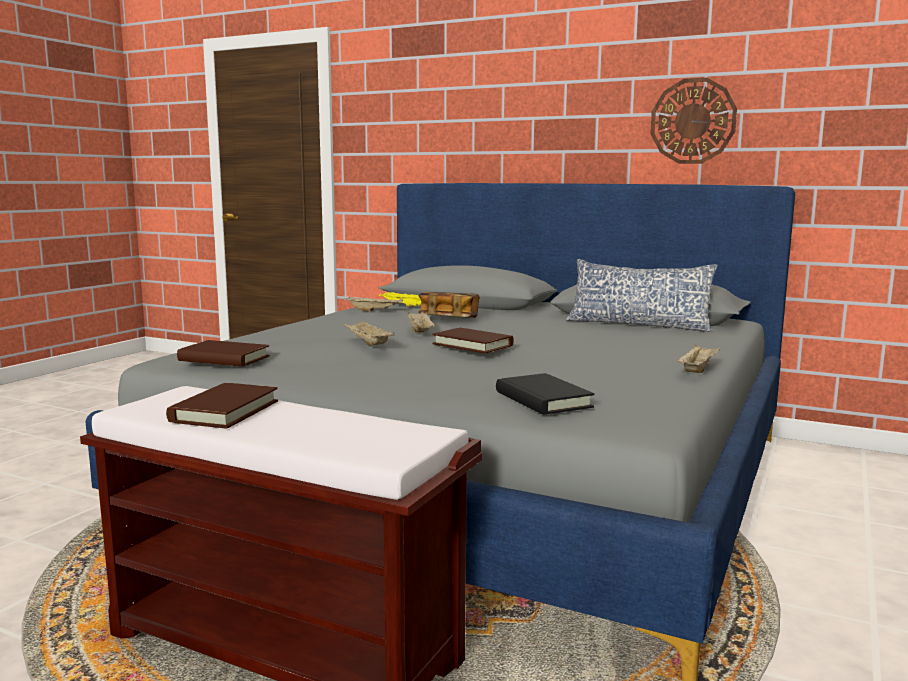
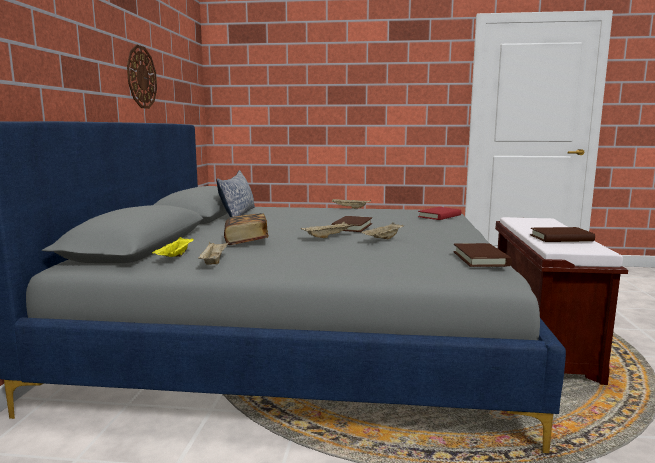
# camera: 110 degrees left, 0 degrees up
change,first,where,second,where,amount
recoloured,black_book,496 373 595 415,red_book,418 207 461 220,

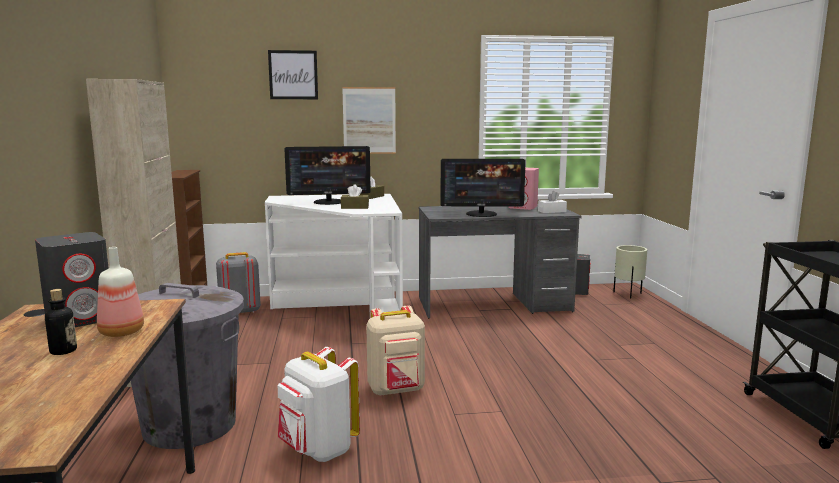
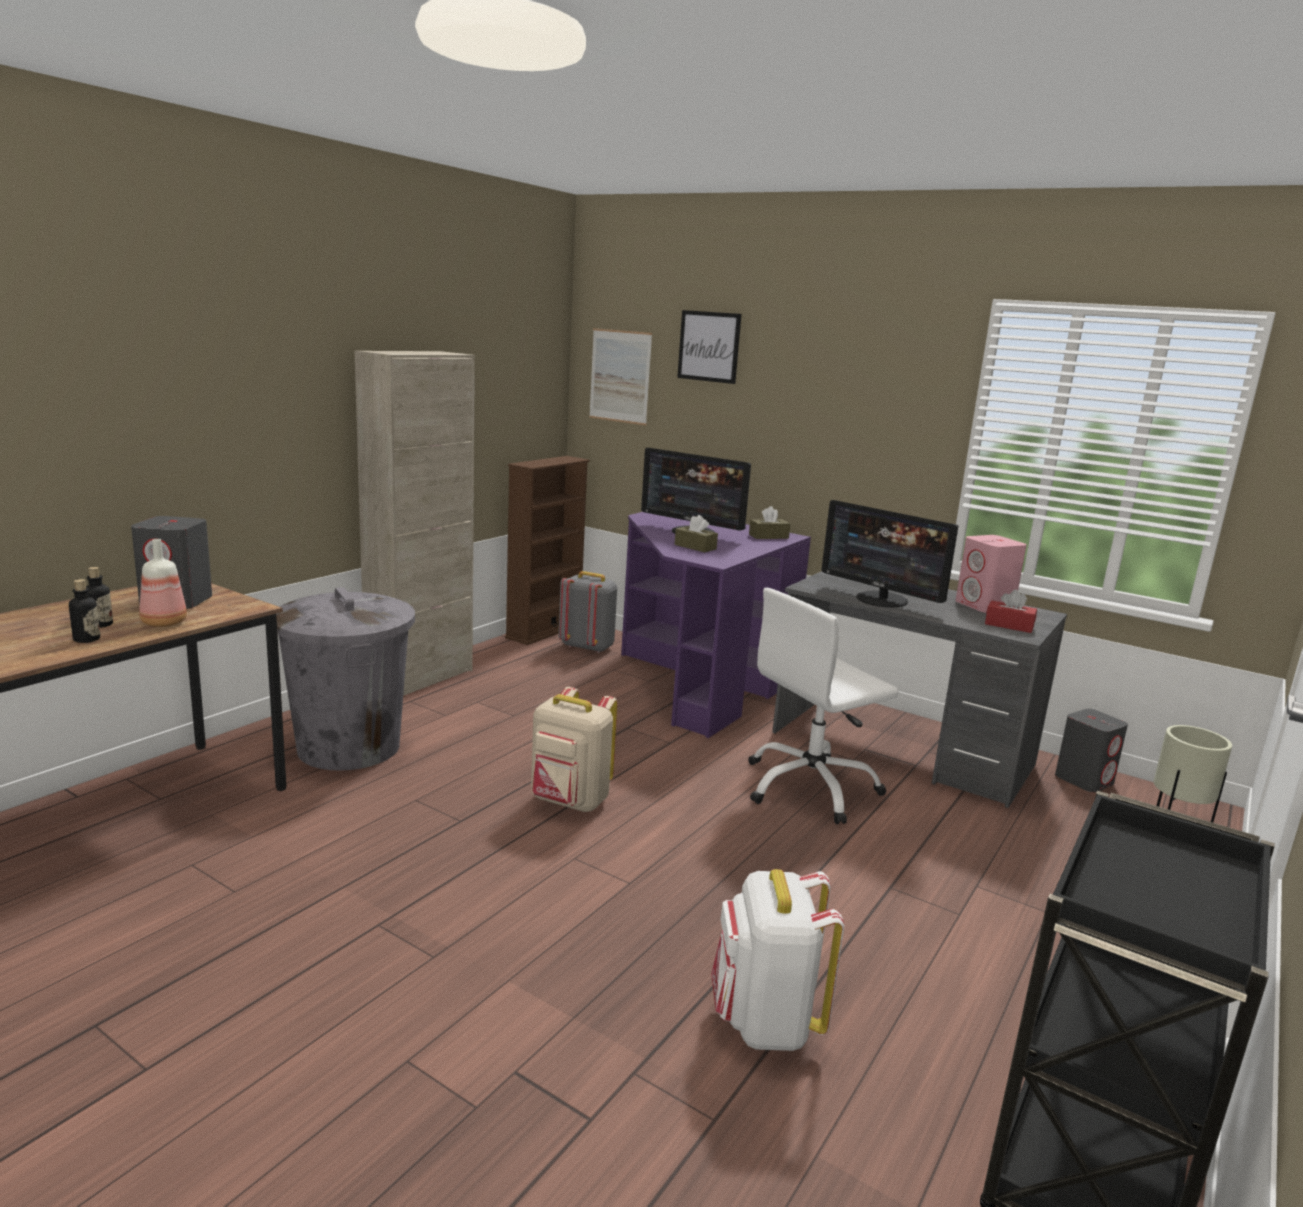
# camera: 40 degrees right, 5 degrees up
change,first,where,second,where,amount
recoloured,white_desk,265 194 403 313,purple_desk,621 512 811 738,
moved,white_backpack,278 347 360 462,,711 869 844 1051,
moved,picture,342 87 396 154,,589 328 652 425,
recoloured,white_tissue_box,538 191 567 213,red_tissue_box,985 590 1037 633,
added,,,bottle,69 579 100 643,
added,,,white_office_chair,748 588 899 824,

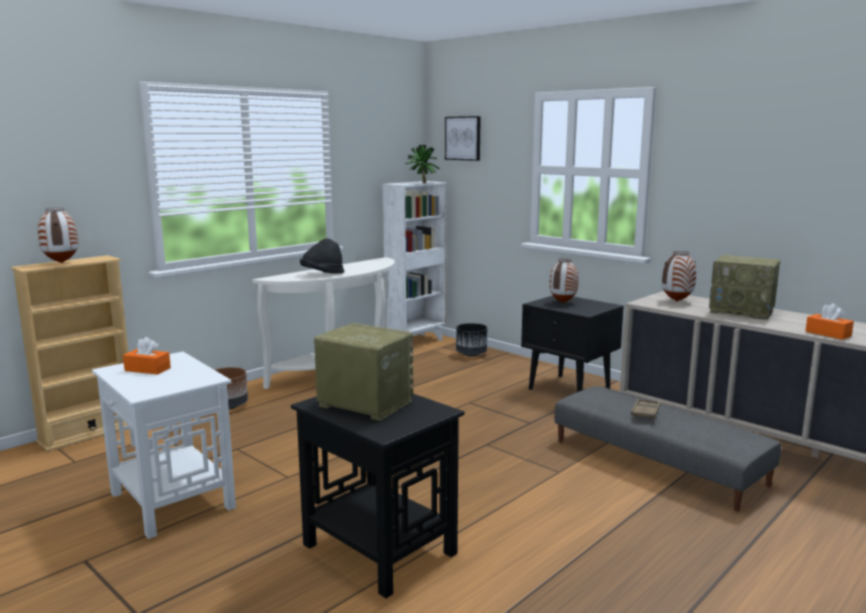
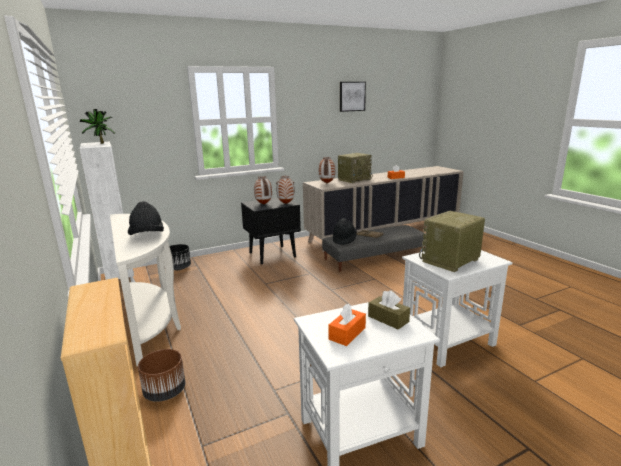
# camera: 70 degrees left, 5 degrees up
change,first,where,second,where,amount
moved,vase,38 208 79 263,,276 176 295 204,
recoloured,black_side_table,291 394 465 598,white_side_table,402 250 512 368,
moved,picture,445 116 481 161,,340 82 366 112,
added,,,black_hat,333 218 357 245,
added,,,brown_tissue_box,368 290 410 330,

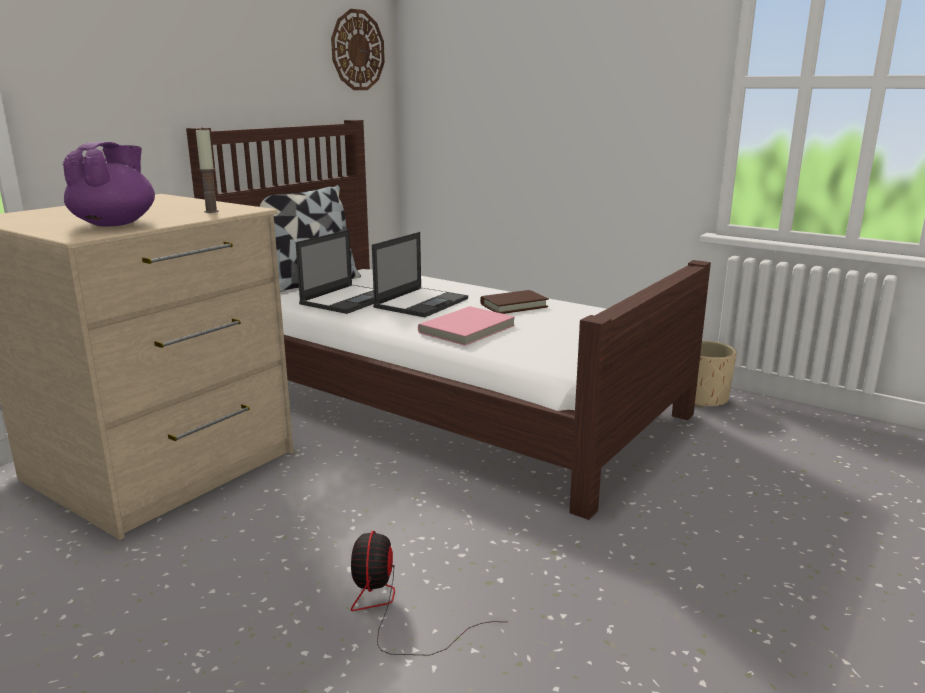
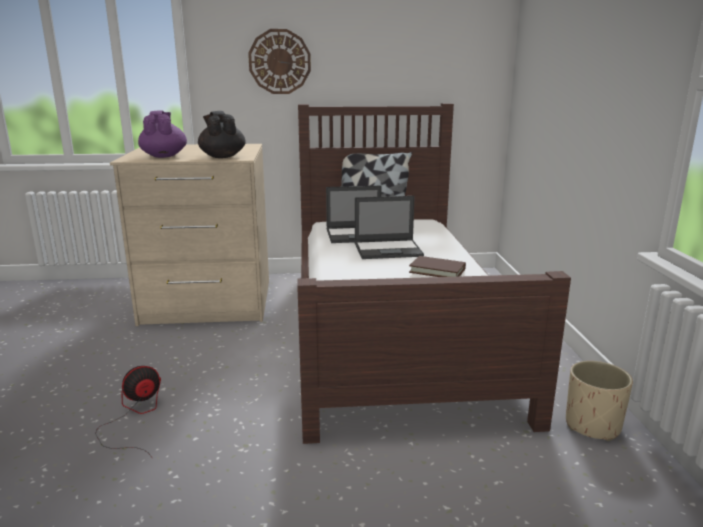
# camera: 50 degrees right, 0 degrees up
change,first,where,second,where,amount
turned,purple_teapot,62 142 155 227,,138 110 187 158,75 degrees counterclockwise
replaced,candle,196 128 219 213,black_teapot,198 111 246 158,
moved,wall_clock,331 9 385 90,,248 29 311 94,
removed,pink_book,418 306 515 346,,,

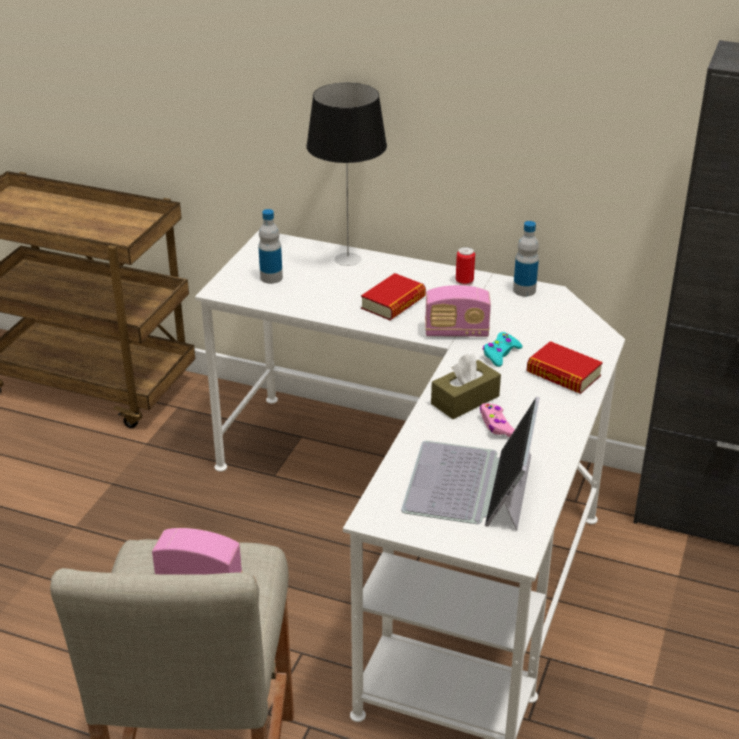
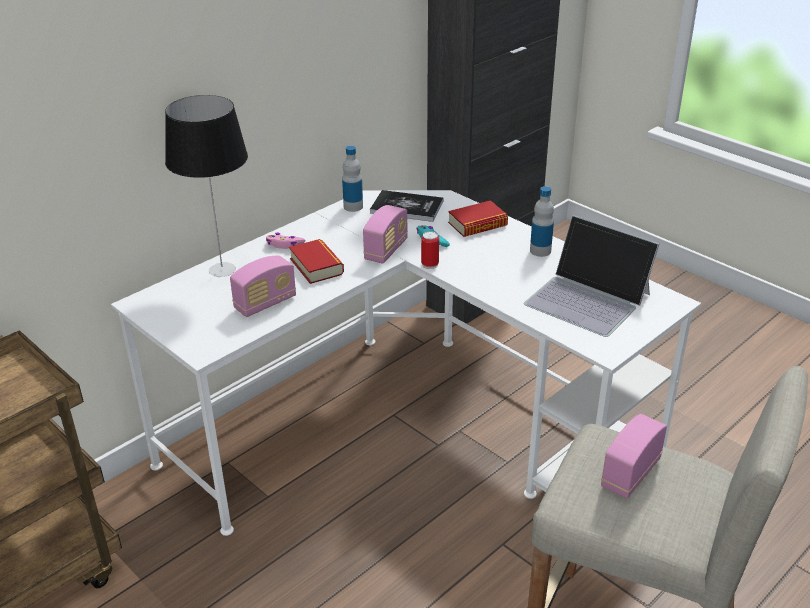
# camera: 65 degrees left, 0 degrees up
change,first,where,second,where,amount
moved,bottle,258 209 283 284,,530 186 554 257,
removed,brown_tissue_box,431 353 501 419,,,
moved,can,456 247 475 286,,421 231 439 269,
moved,pink_game_controller,480 403 515 437,,266 232 305 249,
added,,,radio,230 256 296 317,
added,,,book,370 190 443 222,

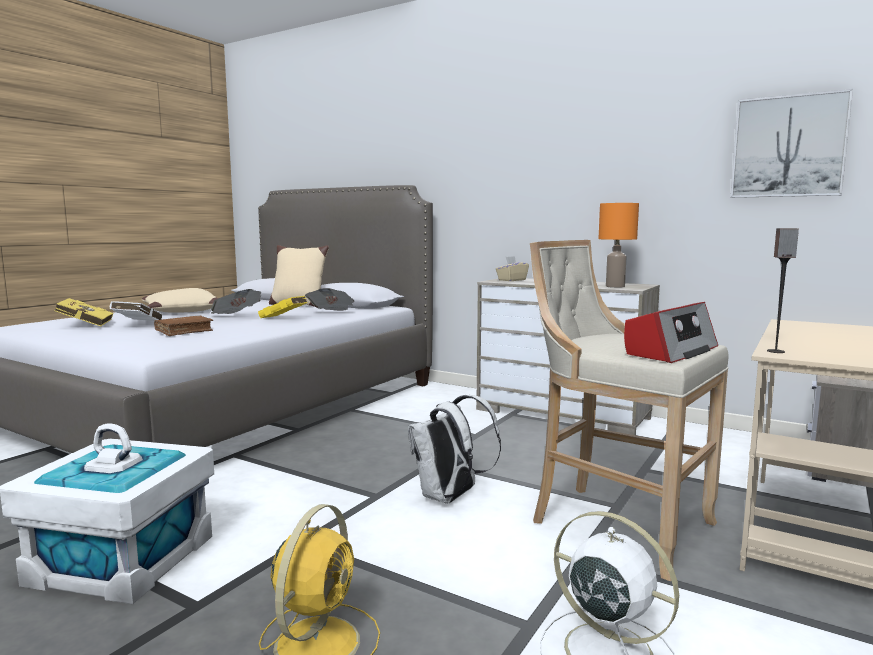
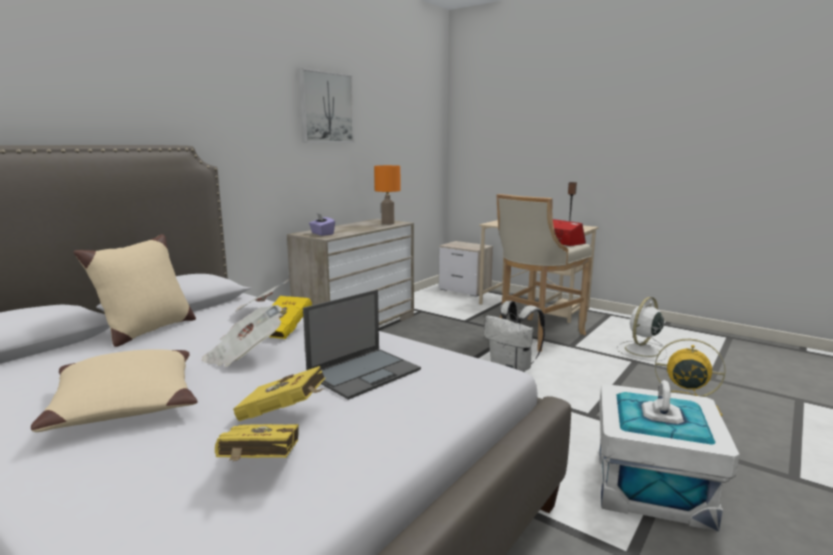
# camera: 85 degrees left, 5 degrees up
change,first,where,second,where,amount
recoloured,white_book,110 301 162 321,yellow_book,233 366 326 421,
replaced,brown_book,154 315 213 336,laptop,303 290 421 400,
recoloured,beige_tissue_box,496 256 529 281,purple_tissue_box,309 214 335 236,
moved,picture,730 89 853 198,,299 68 355 143,

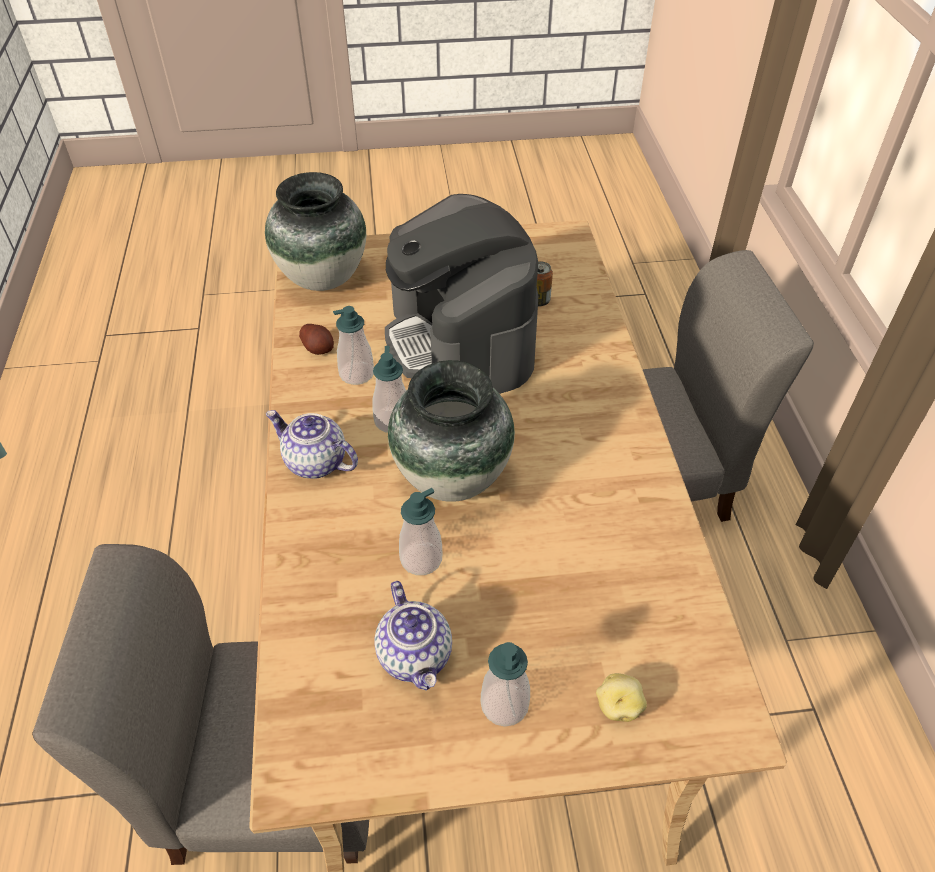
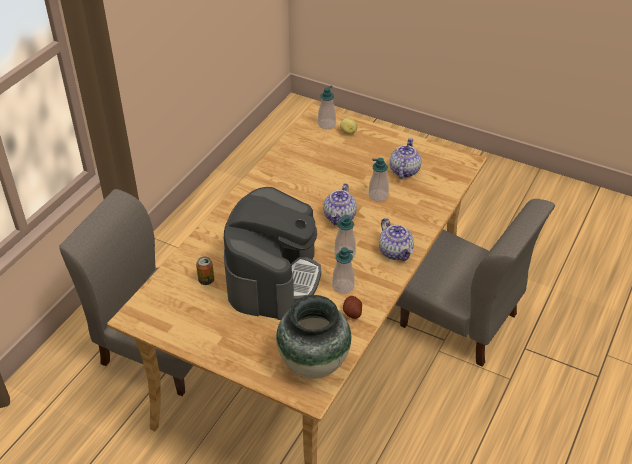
# camera: 145 degrees left, 5 degrees down
change,first,where,second,where,amount
replaced,vase,388 360 515 502,teapot,323 183 357 225,
moved,soap_dispenser,481 642 530 727,,318 86 336 129,

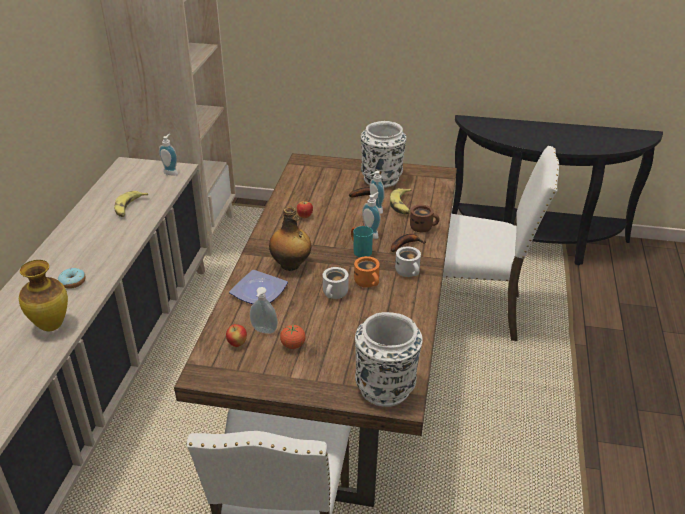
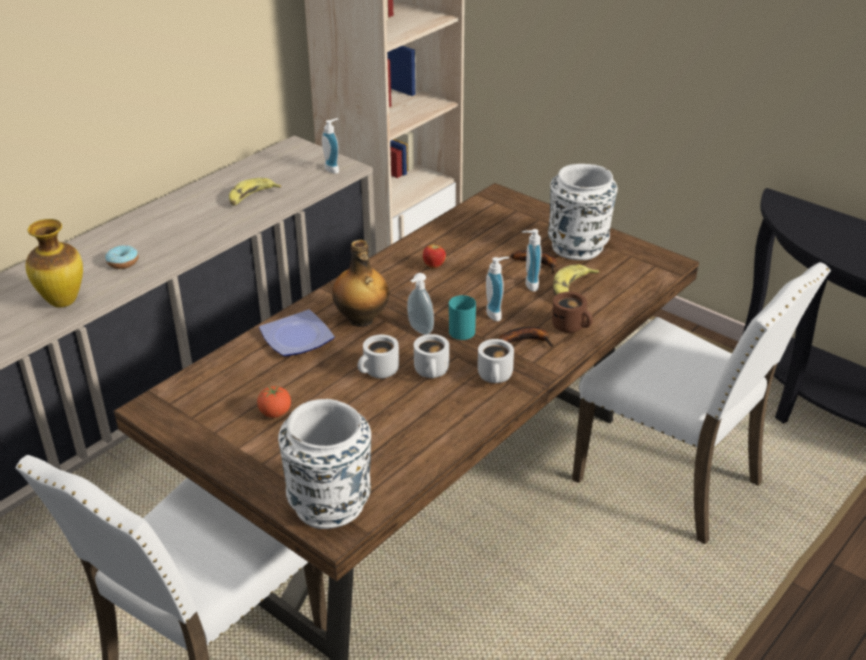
# camera: 30 degrees right, 0 degrees up
change,first,where,second,where,amount
removed,apple,226 324 247 347,,,
moved,soap_dispenser,250 287 278 334,,407 273 434 335,
recoloured,orange_mug,354 256 380 288,white_mug,414 334 449 378,

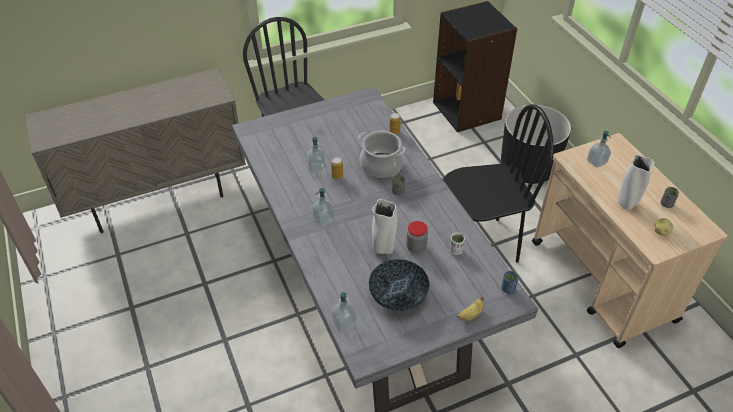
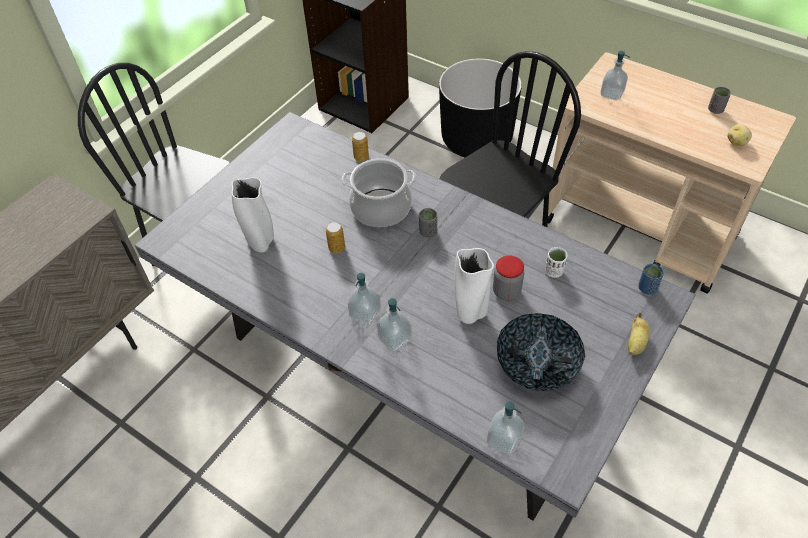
# camera: 30 degrees left, 5 degrees up
change,first,where,second,where,amount
moved,soap_dispenser,307 137 326 173,,377 298 412 351,
moved,white_vase,618 155 655 210,,231 177 274 253,

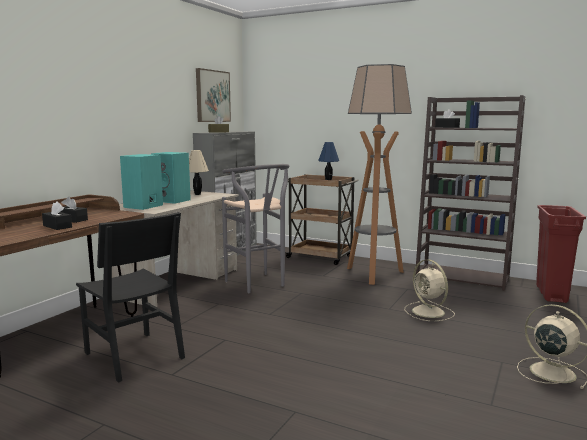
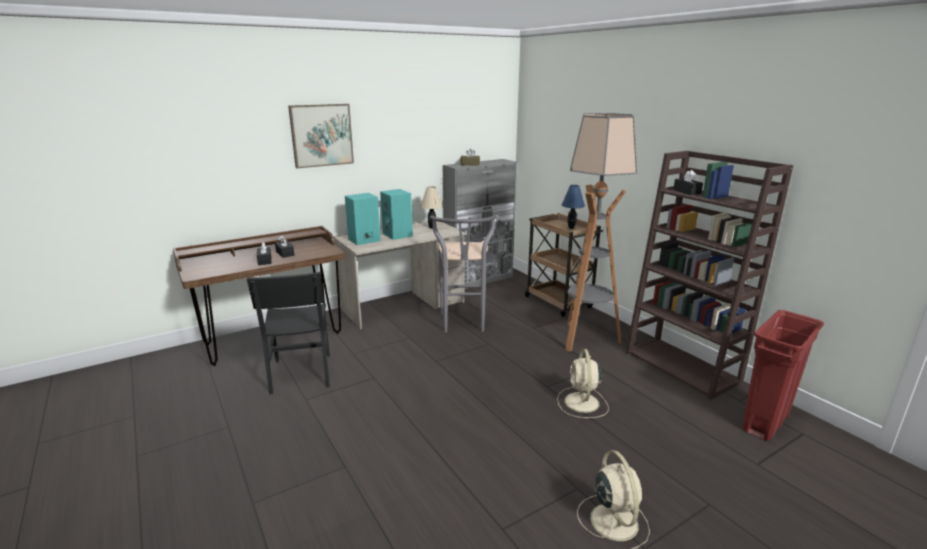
# camera: 30 degrees right, 10 degrees up
change,first,where,second,where,amount
moved,picture,196 68 231 122,,288 104 354 168,

